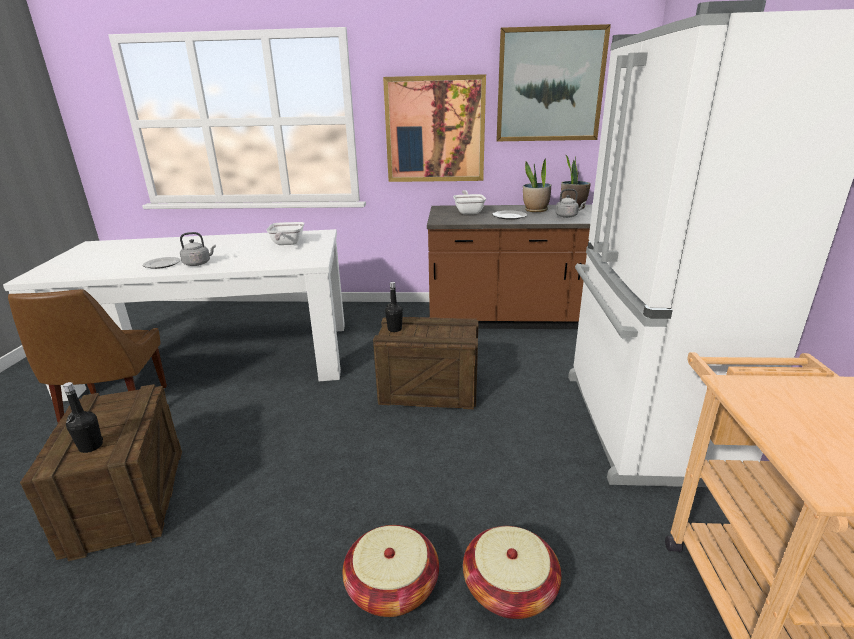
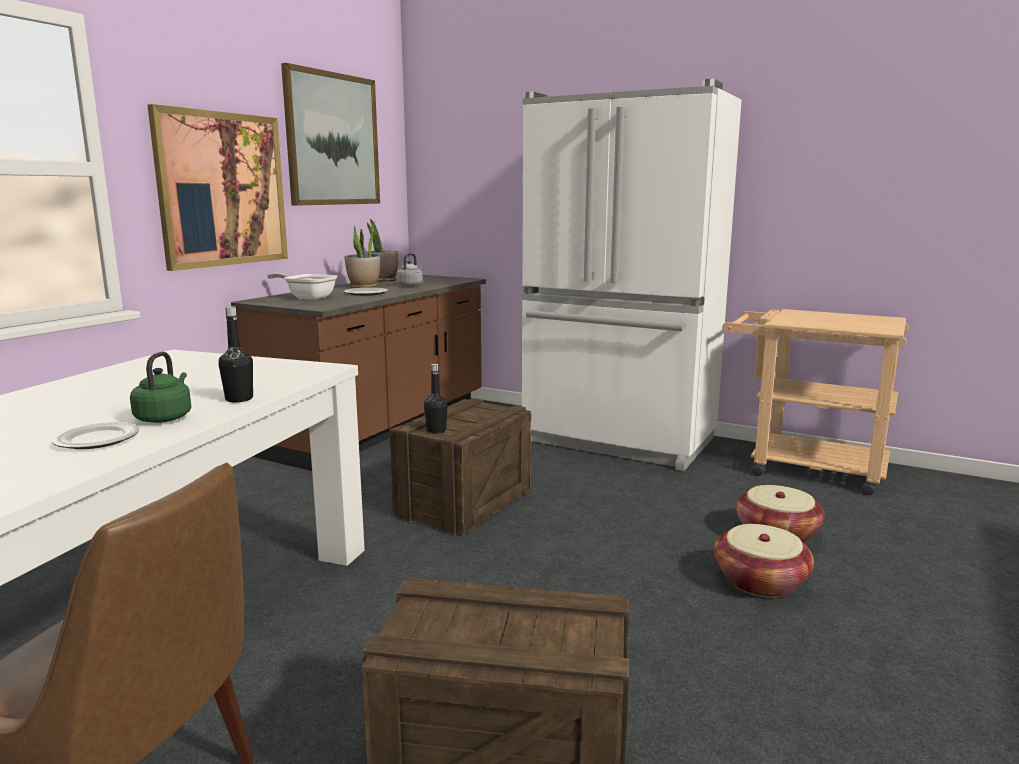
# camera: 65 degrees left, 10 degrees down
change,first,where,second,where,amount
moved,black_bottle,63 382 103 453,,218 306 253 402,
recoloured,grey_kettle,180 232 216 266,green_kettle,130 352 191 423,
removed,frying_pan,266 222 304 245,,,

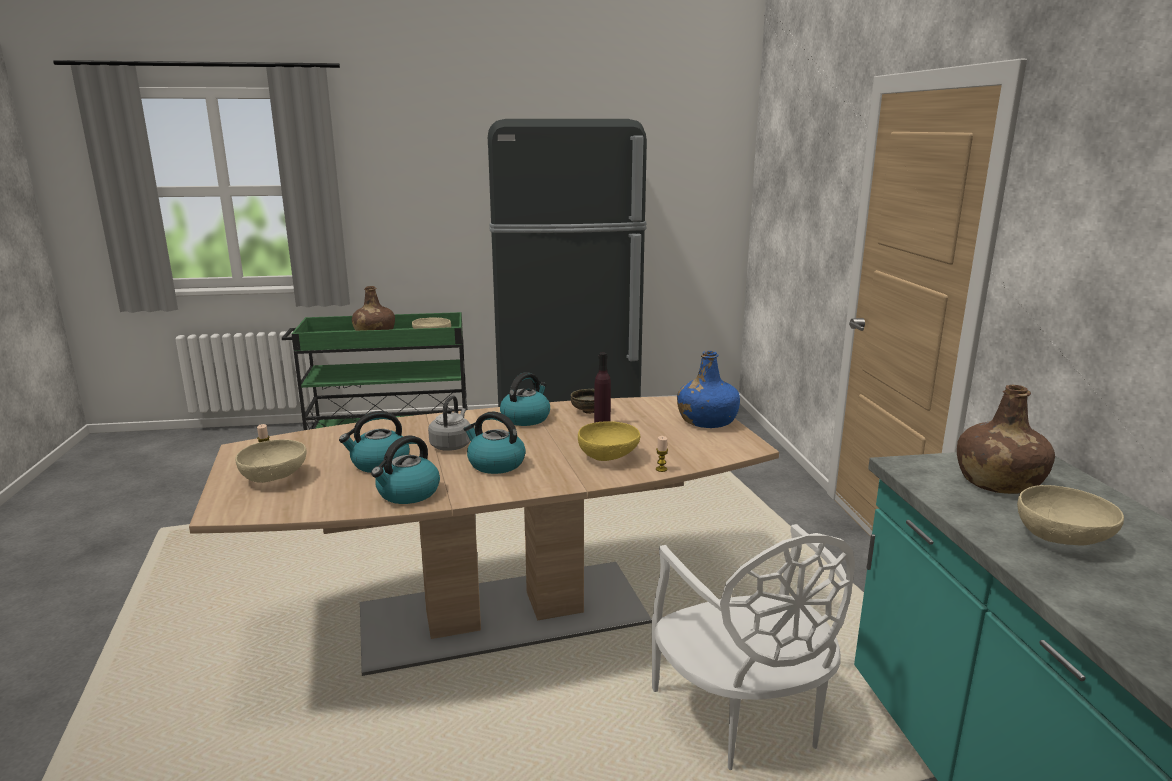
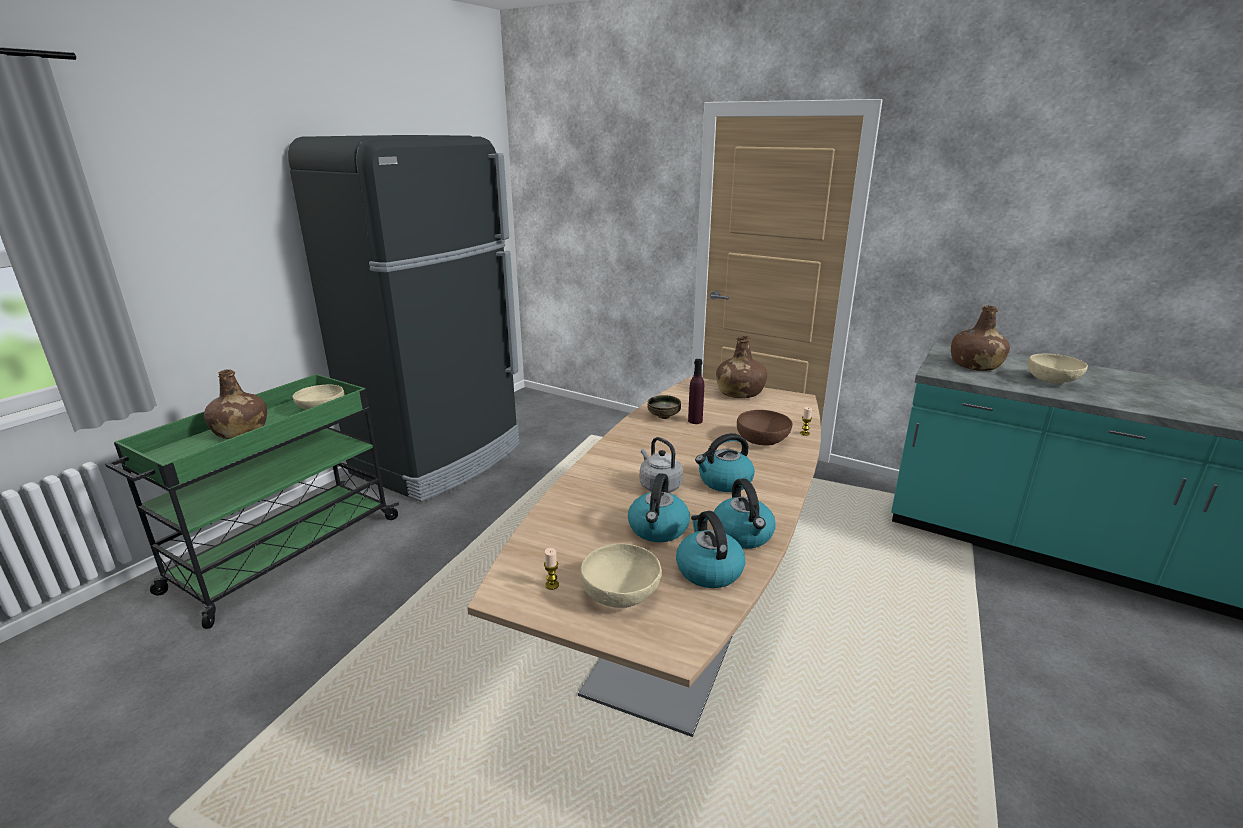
# camera: 50 degrees left, 5 degrees up
change,first,where,second,where,amount
moved,kettle,500 372 550 426,,676 511 745 588,
recoloured,yellow_bowl,578 421 640 461,brown_bowl,737 410 793 445,
removed,white_chair,652 524 855 770,,,
recoloured,blue_bottle,677 351 740 428,brown_bottle,716 335 767 398,

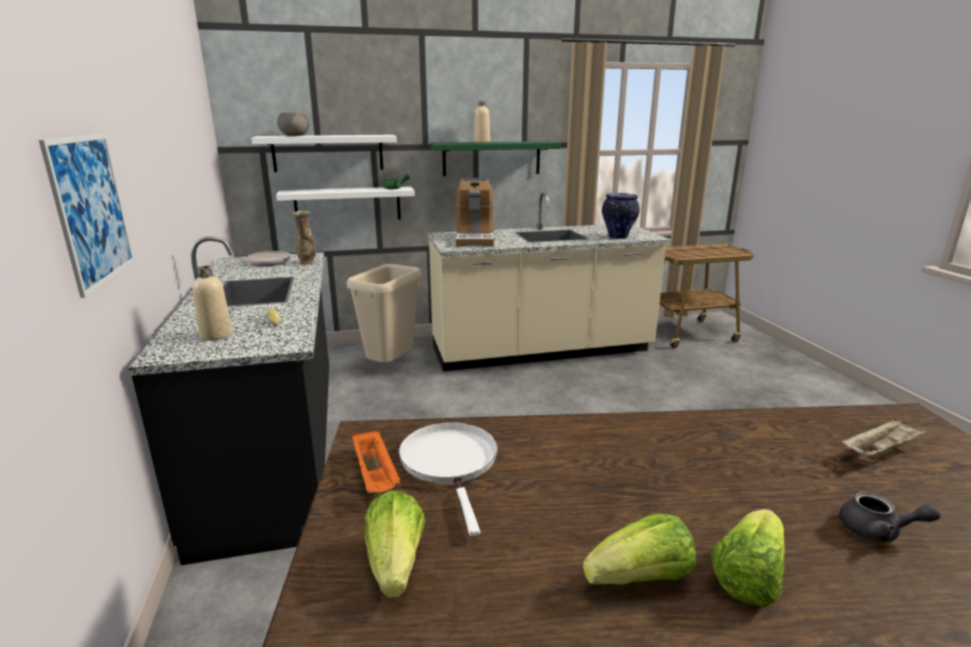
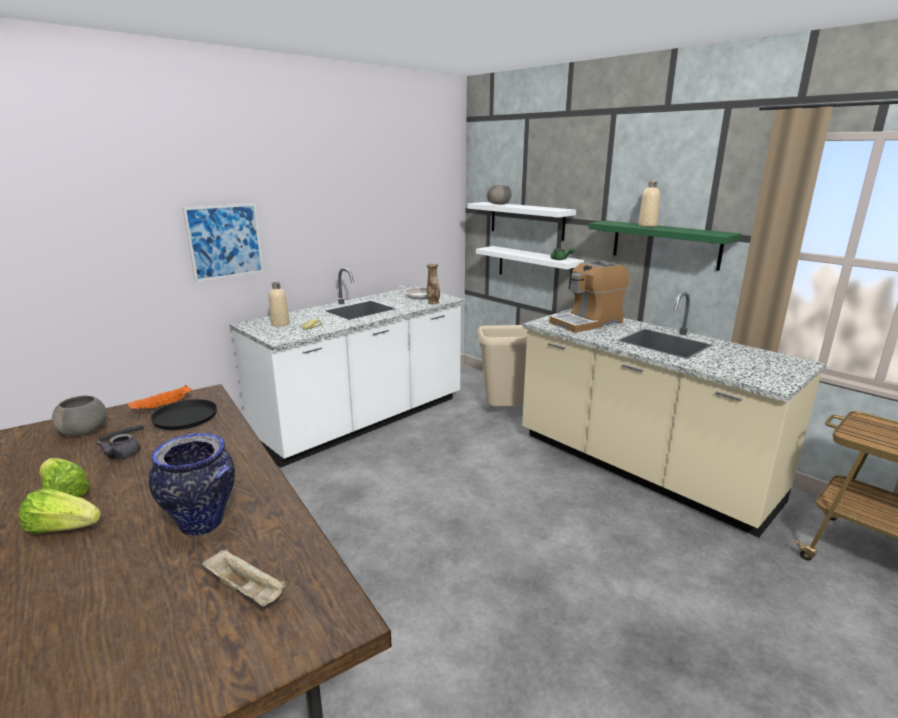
# camera: 60 degrees right, 0 degrees up
change,first,where,second,where,amount
recoloured,black_counter,129 236 329 565,white_counter,229 268 465 468,
replaced,lettuce,364 490 426 598,grey_bowl,52 396 107 436,
recoloured,white_frying_pan,399 422 498 536,black_frying_pan,99 399 217 441,
moved,vase,602 193 639 239,,149 433 235 536,
moved,grey_teapot,839 492 941 542,,96 434 140 459,

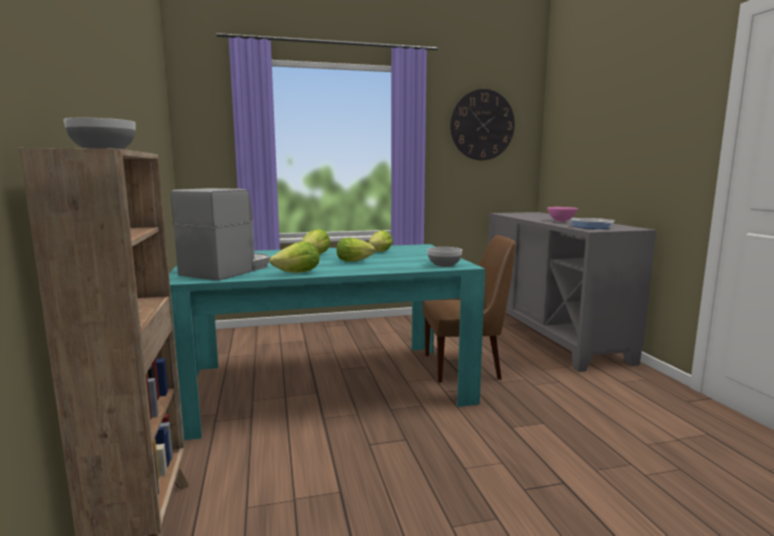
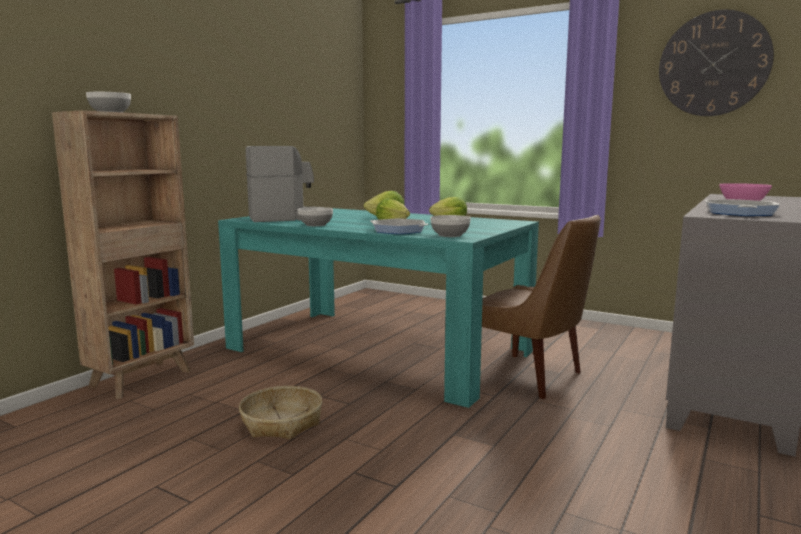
# camera: 45 degrees right, 0 degrees up
change,first,where,second,where,amount
replaced,lettuce,269 241 320 273,bowl,298 207 333 226,
added,,,basket,239 386 322 439,
added,,,frying_pan,370 218 428 234,

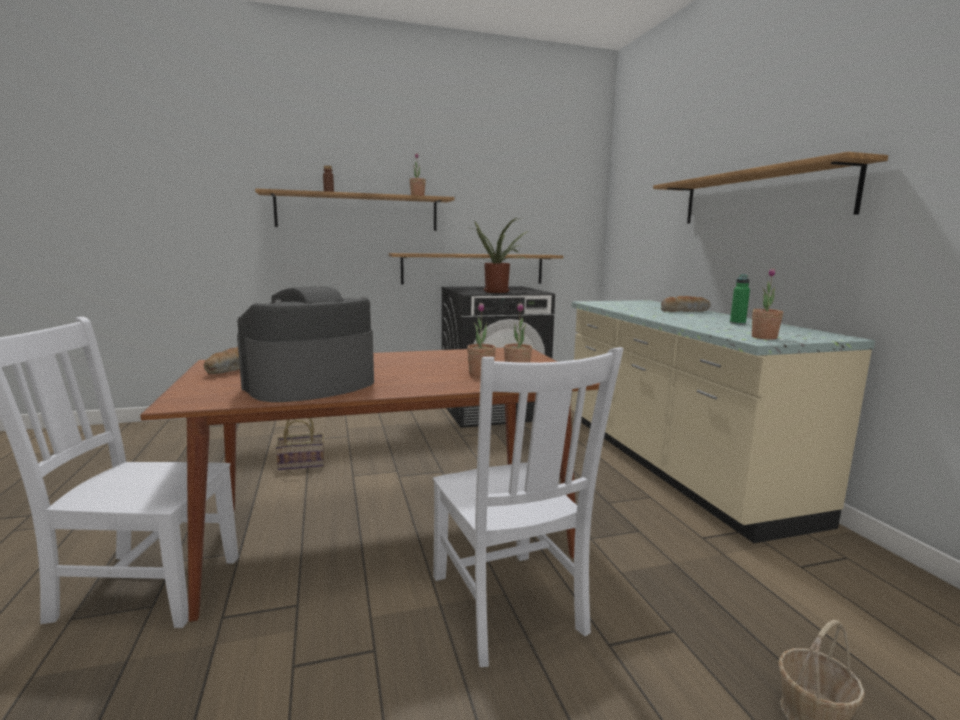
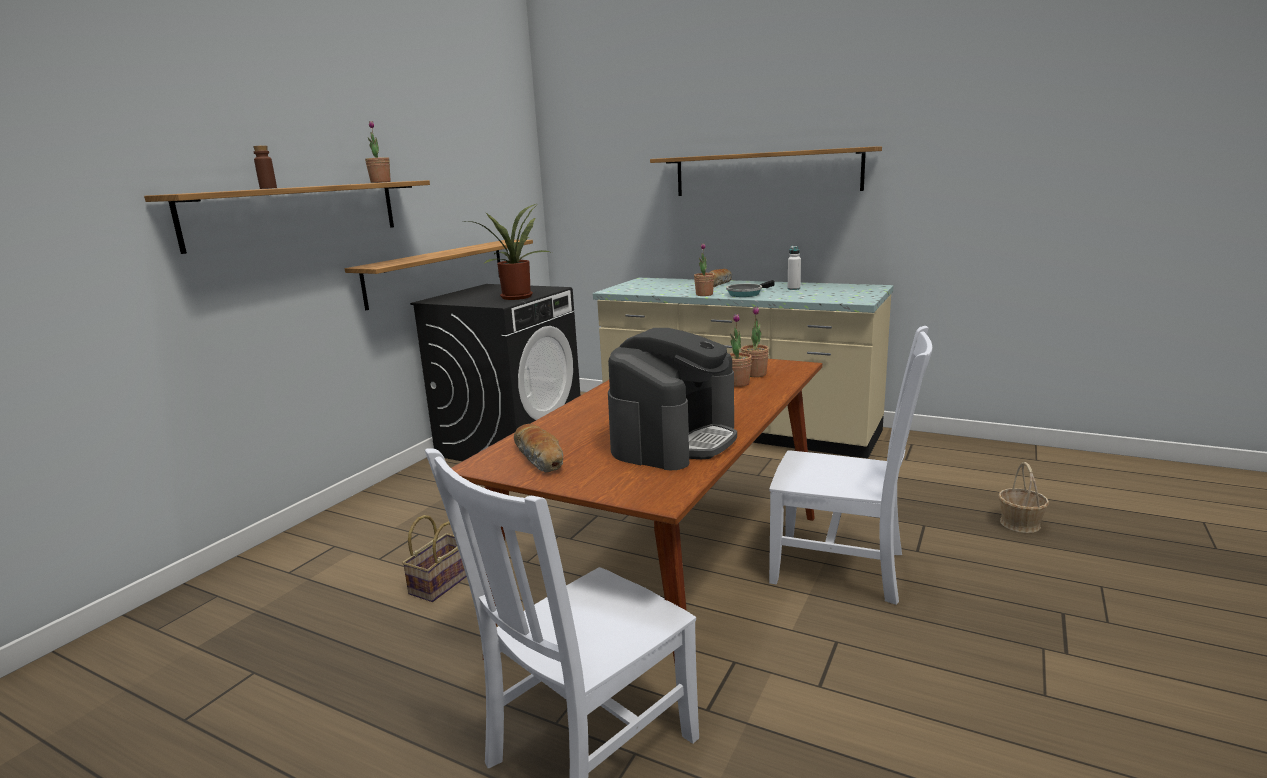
# camera: 45 degrees left, 5 degrees up
change,first,where,second,where,amount
turned,coffee_machine,237 286 374 402,,608 328 737 470,150 degrees counterclockwise
recoloured,green_bottle,730 274 750 325,white_bottle,788 246 801 290,
moved,potted_plant,752 268 784 340,,694 243 715 296,
added,,,frying_pan,726 280 775 297,

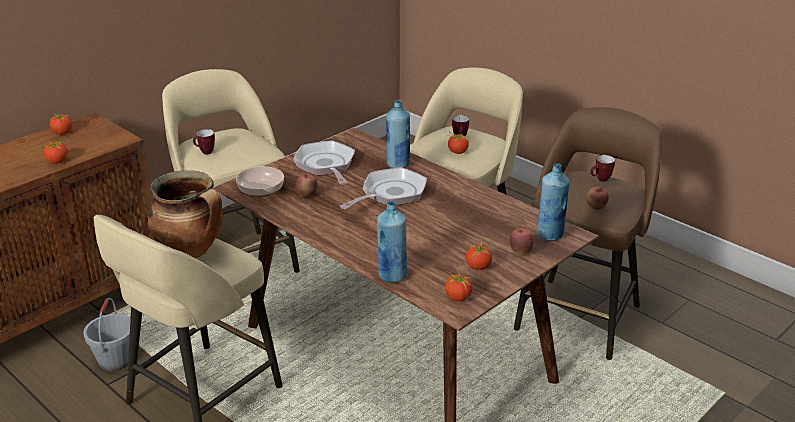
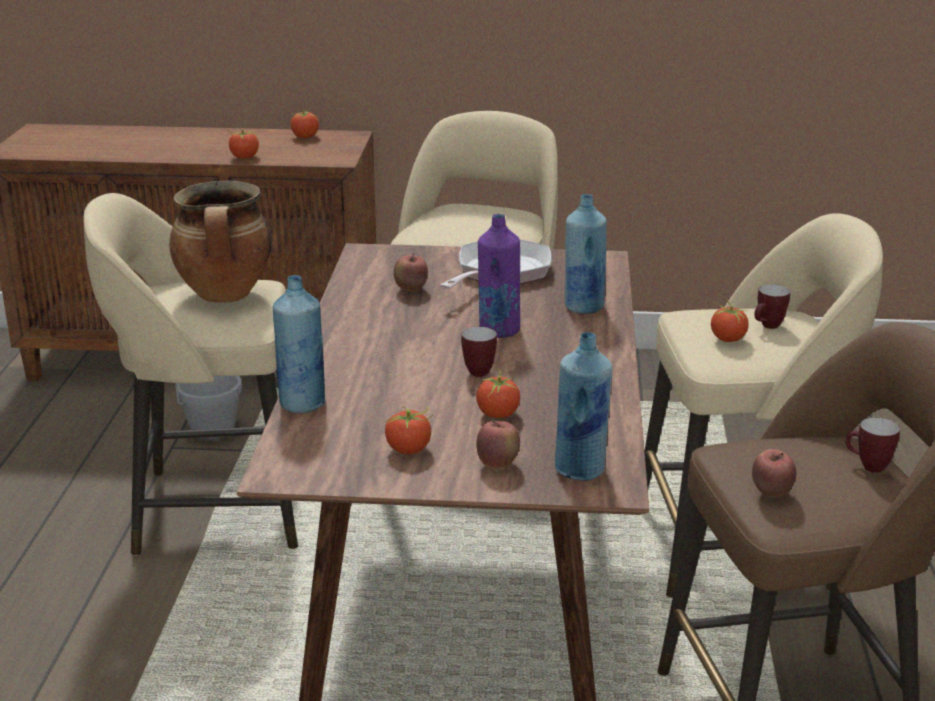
# camera: 50 degrees right, 5 degrees down
change,first,where,second,where,amount
moved,mug,193 129 215 155,,461 327 497 377,
removed,bowl,236 166 284 197,,,
replaced,frying_pan,340 167 427 209,purple_bottle,478 214 520 338,
moved,tomato,445 269 473 301,,476 368 520 418,

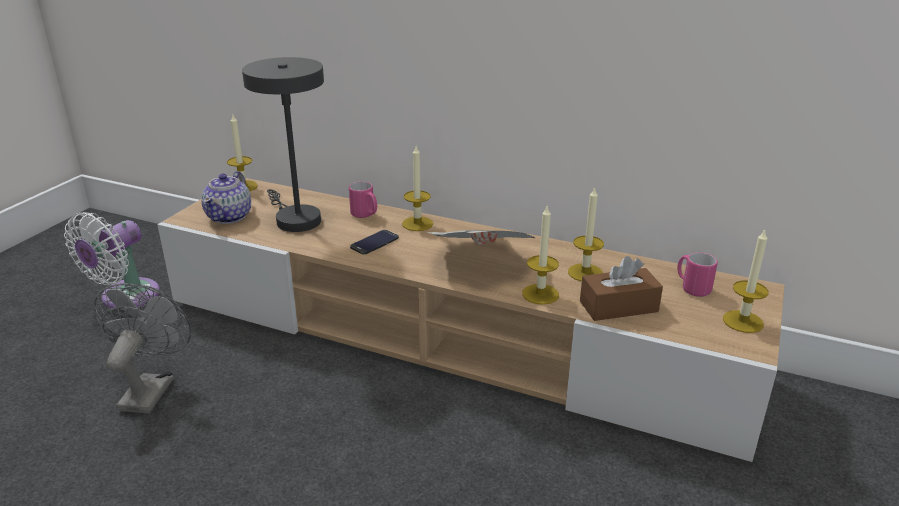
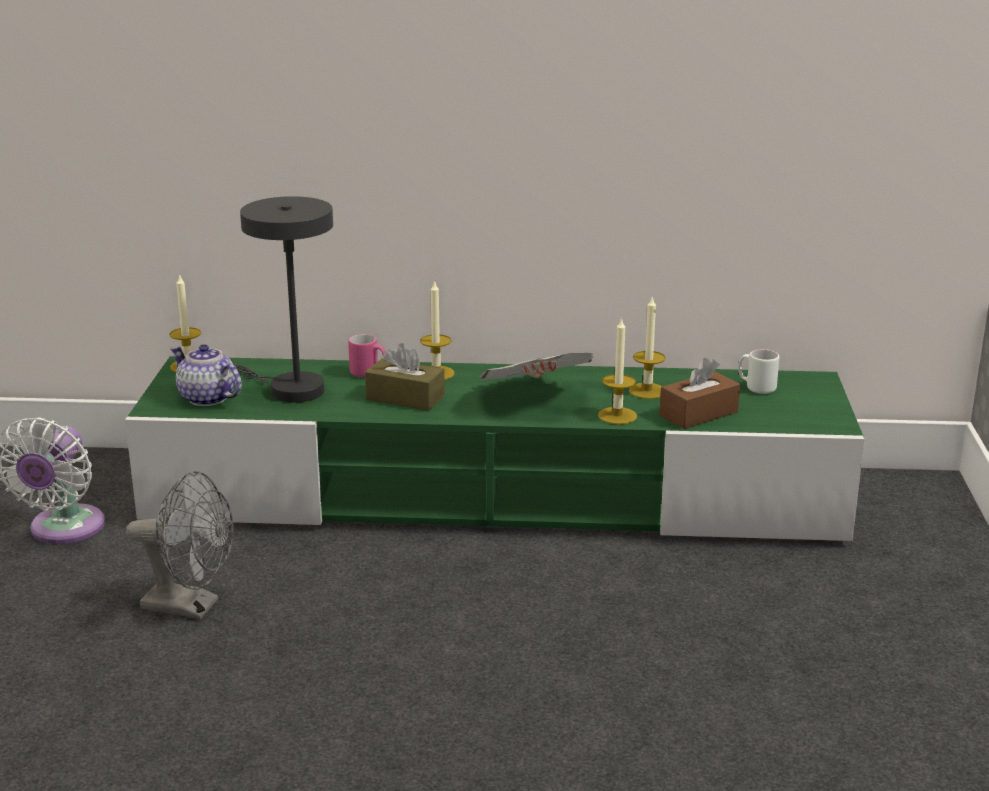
# camera: 20 degrees left, 5 degrees down
change,first,where,second,where,amount
turned,grey_fan,94 283 191 414,,126 471 234 619,120 degrees clockwise
recoloured,beige_tv_stand,157 178 785 462,green_tv_stand,125 356 865 542,
turned,teapot,201 171 251 224,,170 344 242 406,135 degrees clockwise
replaced,phone,350 230 399 255,brown_tissue_box,365 343 445 411,
recoloured,pink_mug,677 252 718 297,white_mug,738 349 779 394,
removed,candle,723 229 769 333,,,

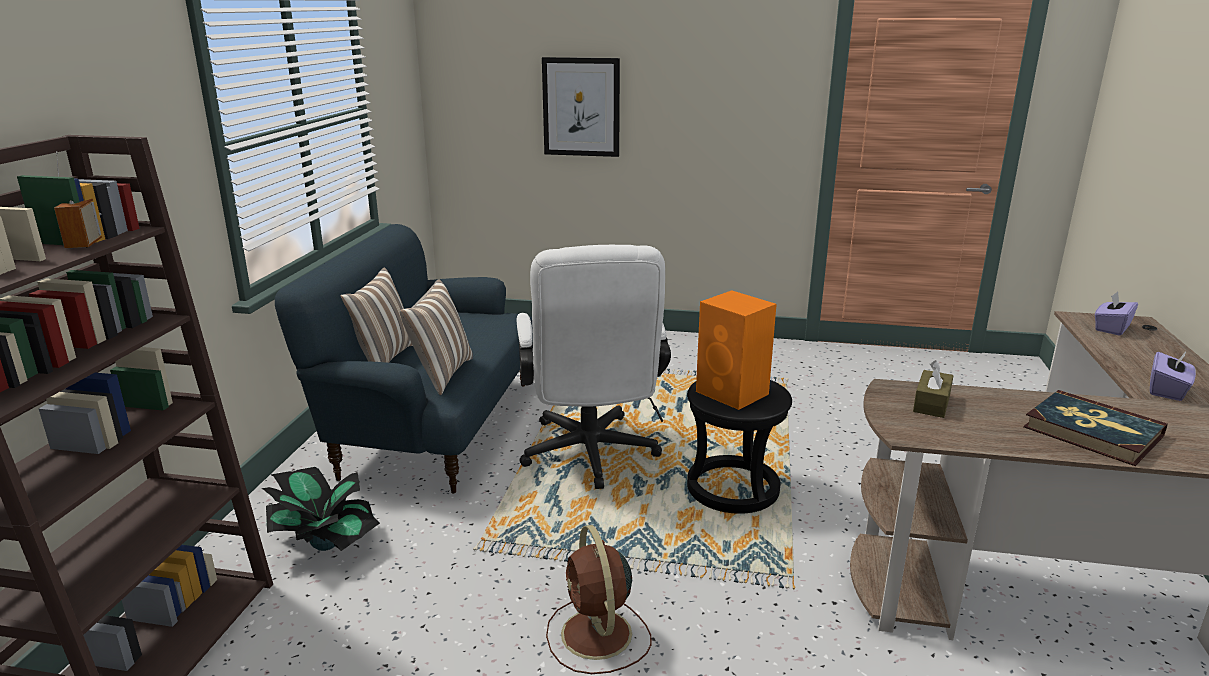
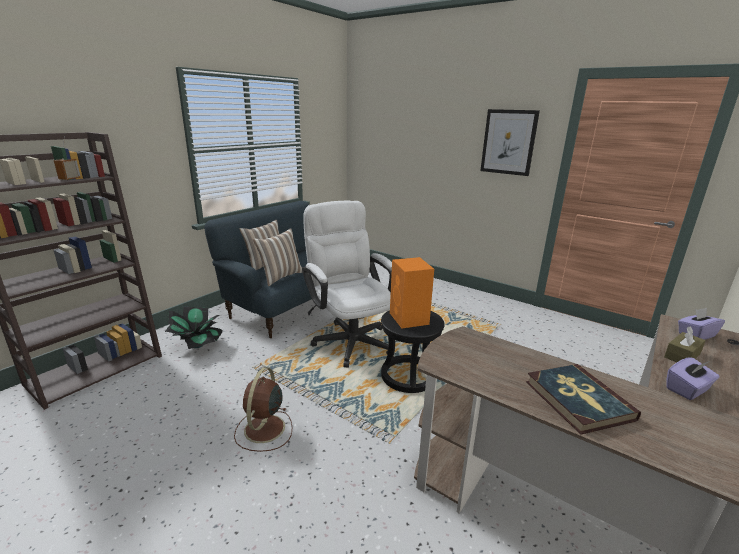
# camera: 25 degrees right, 0 degrees up
change,first,where,second,where,amount
turned,white_office_chair,517 245 671 489,,302 201 392 368,135 degrees clockwise
moved,picture,542 57 620 157,,480 109 540 176,
moved,brown_tissue_box,913 360 954 418,,664 326 706 362,

